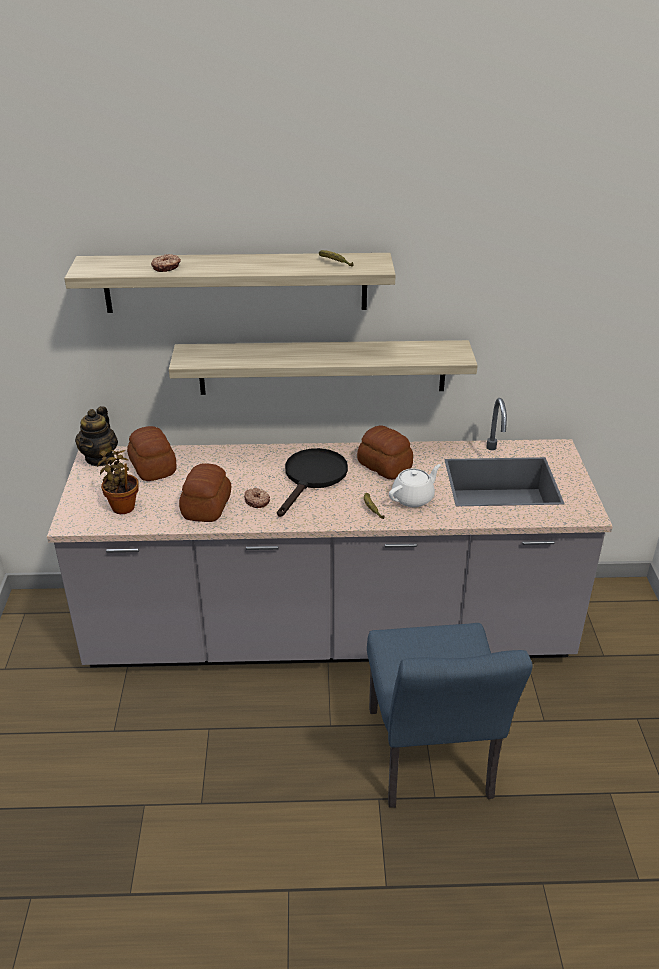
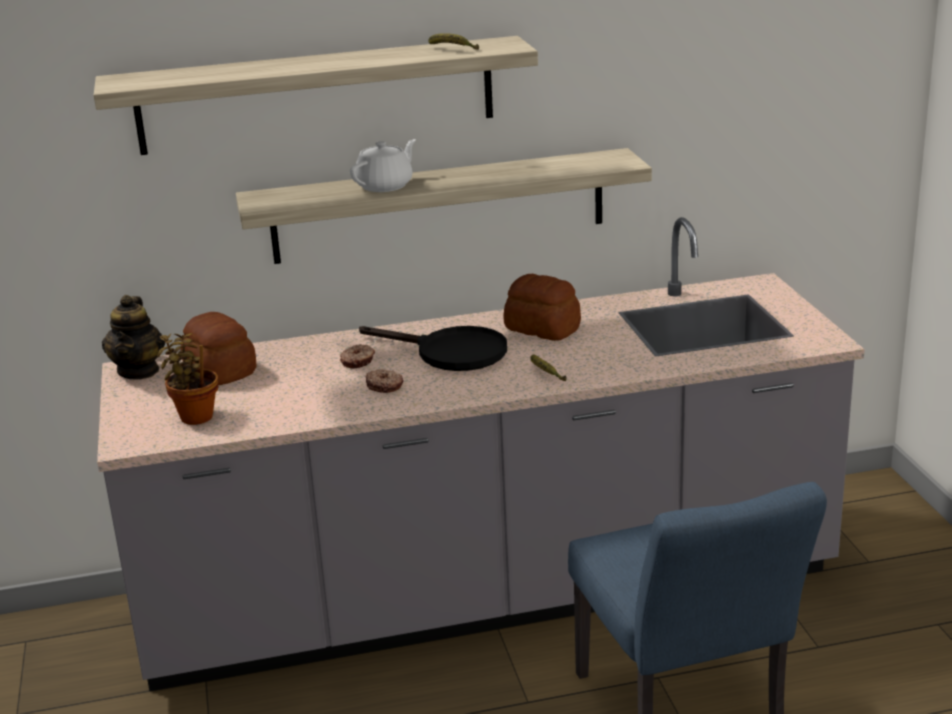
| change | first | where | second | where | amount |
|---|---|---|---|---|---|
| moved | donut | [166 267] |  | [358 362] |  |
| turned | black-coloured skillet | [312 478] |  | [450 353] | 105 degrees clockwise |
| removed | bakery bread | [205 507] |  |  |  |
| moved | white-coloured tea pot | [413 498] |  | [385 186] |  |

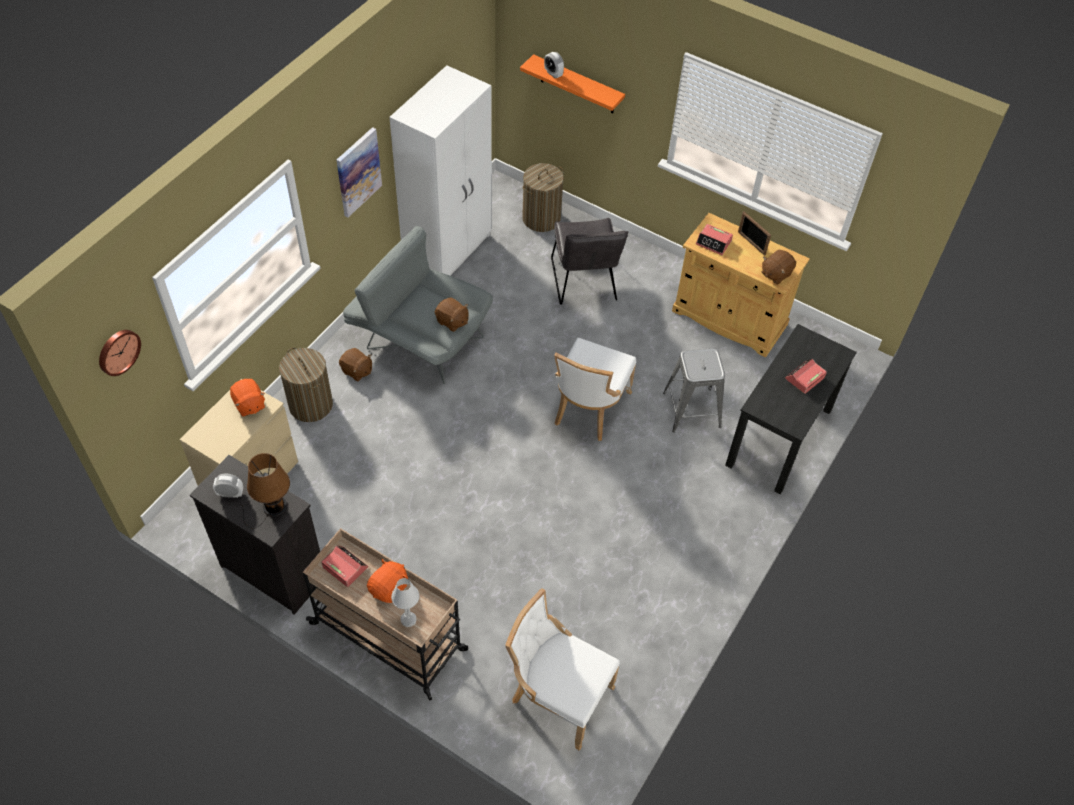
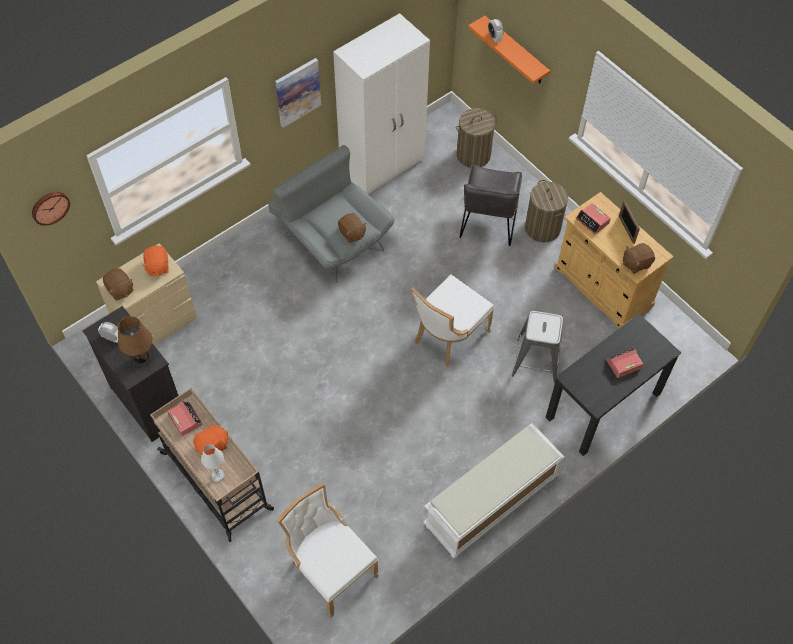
| change | first | where | second | where | amount |
|---|---|---|---|---|---|
| moved | laundry basket | [311 405] |  | [542 228] |  |
| moved | brownish cuddly toy | [357 371] |  | [120 290] |  |
| added |  |  | white-coloured indoor bench | [490 503] |  |

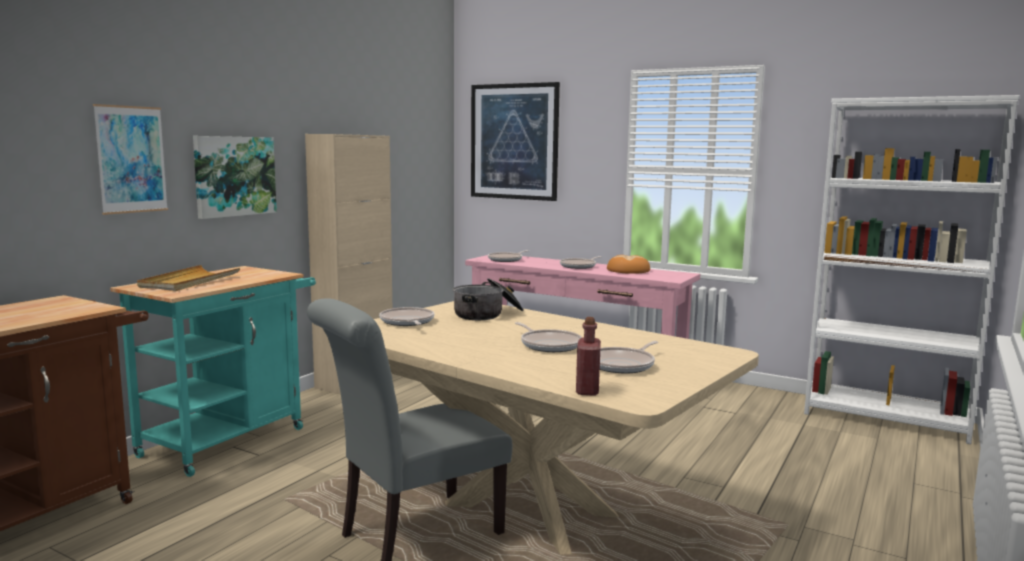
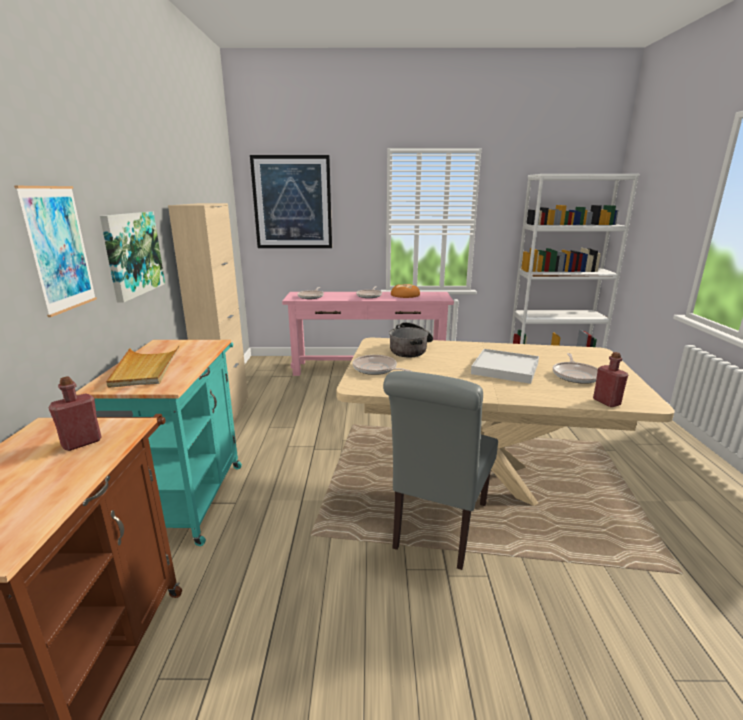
| change | first | where | second | where | amount |
|---|---|---|---|---|---|
| replaced | skillet | [549 345] | white-coloured tray | [505 369] |  |
| added |  |  | red bottle | [82 443] |  |

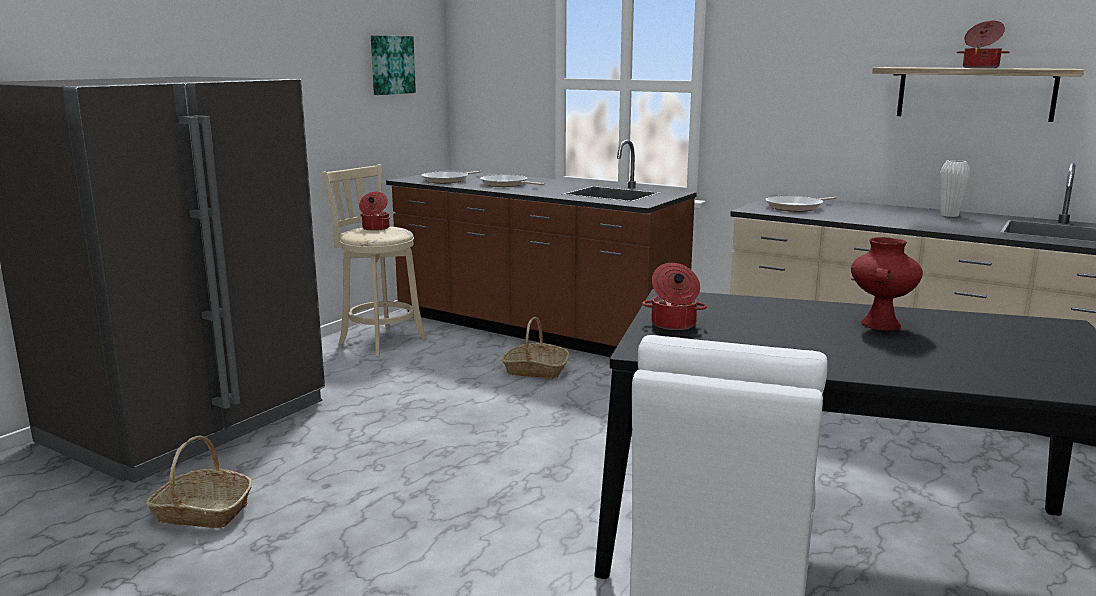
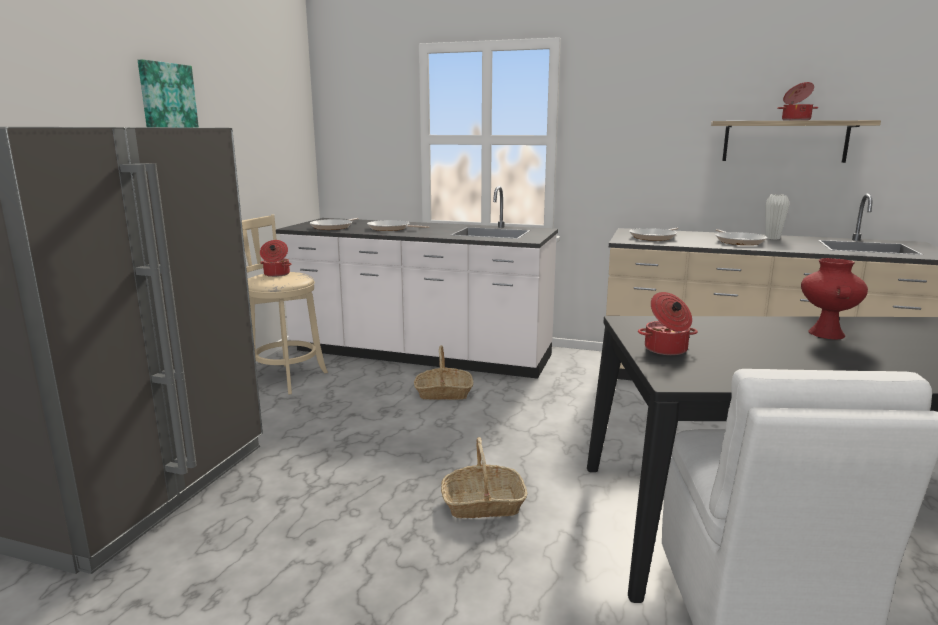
| change | first | where | second | where | amount |
|---|---|---|---|---|---|
| moved | wall picture | [391 65] |  | [167 97] |  |
| recoloured | brownish kitchen counter | [535 330] | white-coloured kitchen counter | [420 355] |  |
| moved | household basket | [202 512] |  | [483 504] |  |
| added |  |  | skillet | [738 241] |  |

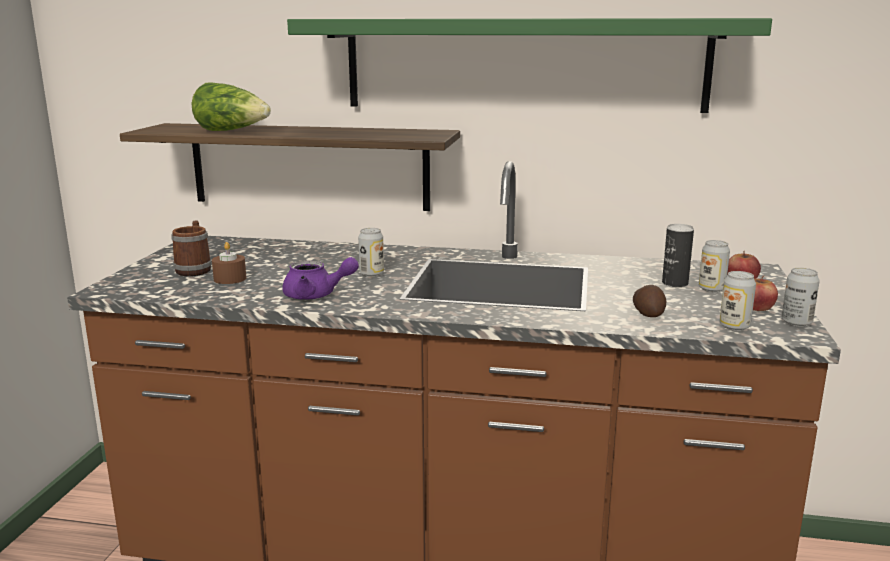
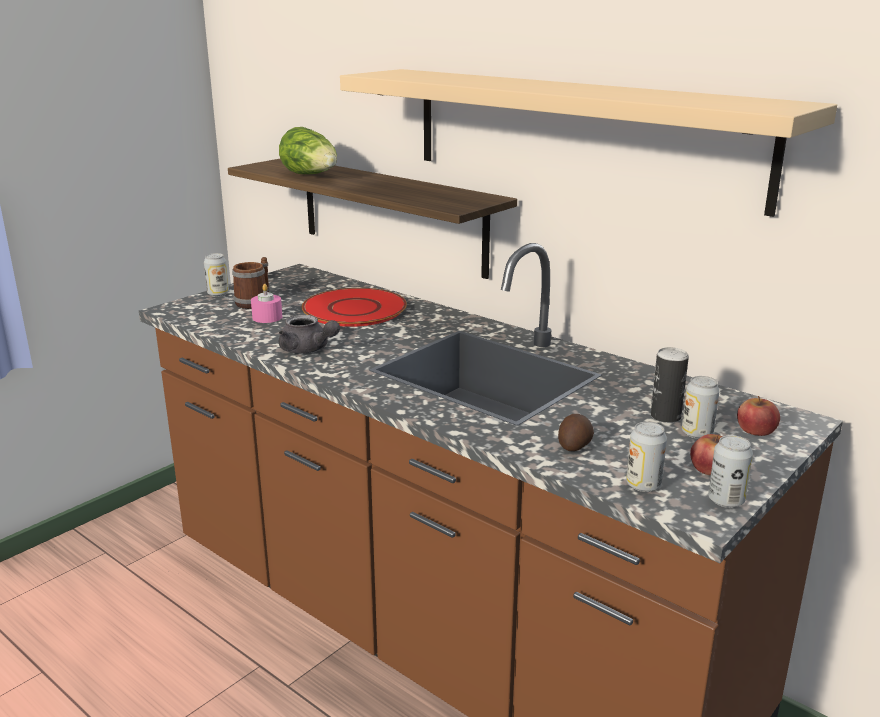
| change | first | where | second | where | amount |
|---|---|---|---|---|---|
| recoloured | greenish wall shelf | [523 64] | beige wall shelf | [579 134] |  |
| moved | can | [371 274] |  | [218 294] |  |
| recoloured | brownish candle | [230 279] | pink-coloured candle | [267 317] |  |
| recoloured | purplish tea pot | [316 295] | grey tea pot | [308 350] |  |
| added |  |  | red flat dish | [355 309] |  |

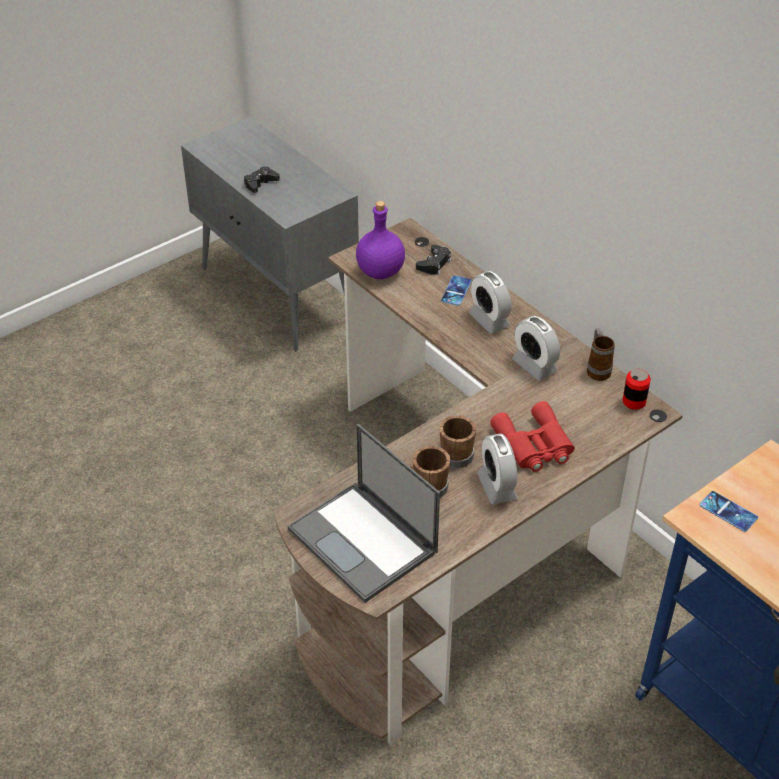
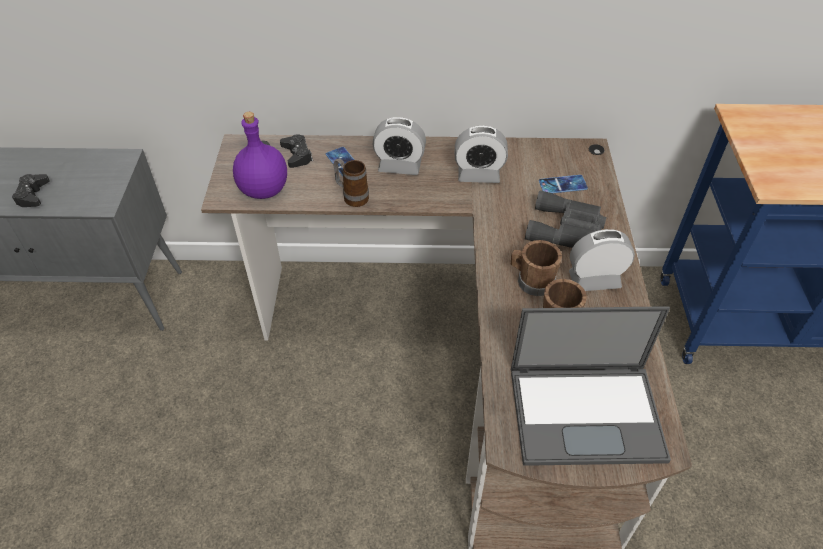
| change | first | where | second | where | amount |
|---|---|---|---|---|---|
| moved | tea mug | [597 369] |  | [352 197] |  |
| removed | can | [634 402] |  |  |  |
| recoloured | red pair of binoculars | [534 445] | grey pair of binoculars | [567 230] |  |
| turned | bedside clock | [497 486] |  | [594 280] | 150 degrees clockwise |
| moved | telephone | [728 511] |  | [562 185] |  |

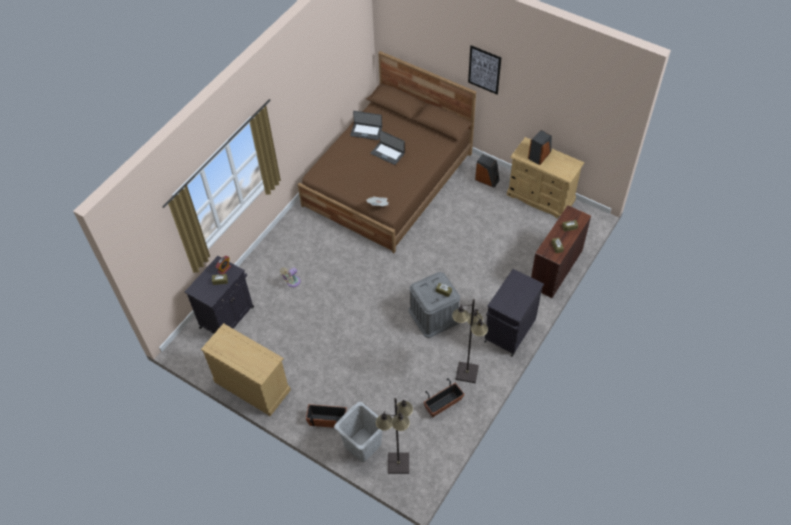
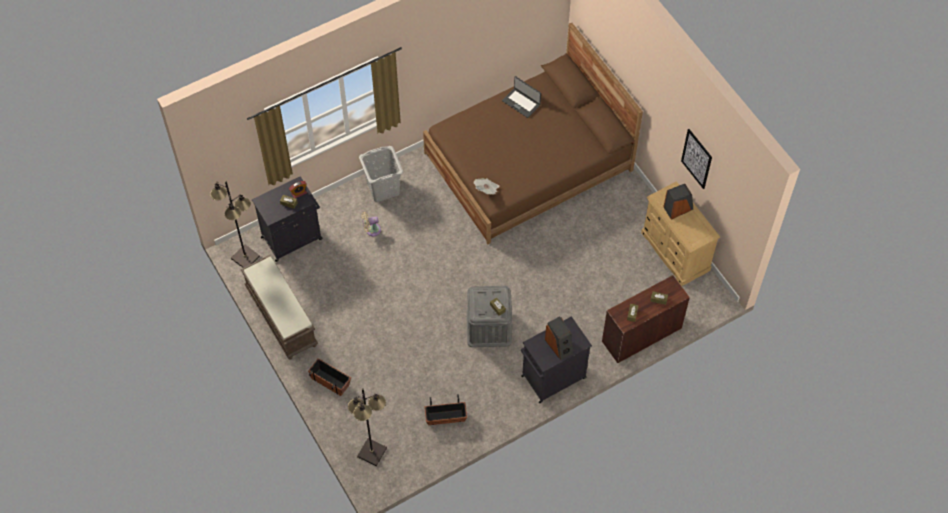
| change | first | where | second | where | amount |
|---|---|---|---|---|---|
| moved | wall picture | [484 69] |  | [696 158] |  |
| removed | notebook computer | [387 153] |  |  |  |
| moved | speaker | [487 179] |  | [559 346] |  |
| moved | black-coloured standing lamp | [466 372] |  | [245 257] |  |
| replaced | beige dresser | [252 385] | brownish indoor bench | [280 316] |  |
| moved | grey laundry basket | [362 444] |  | [383 188] |  |

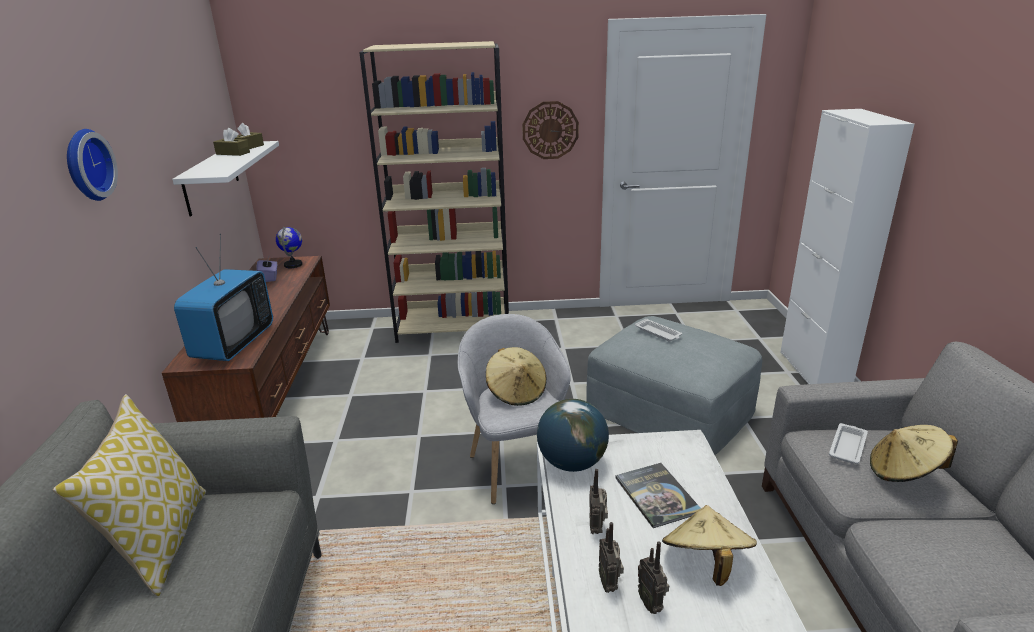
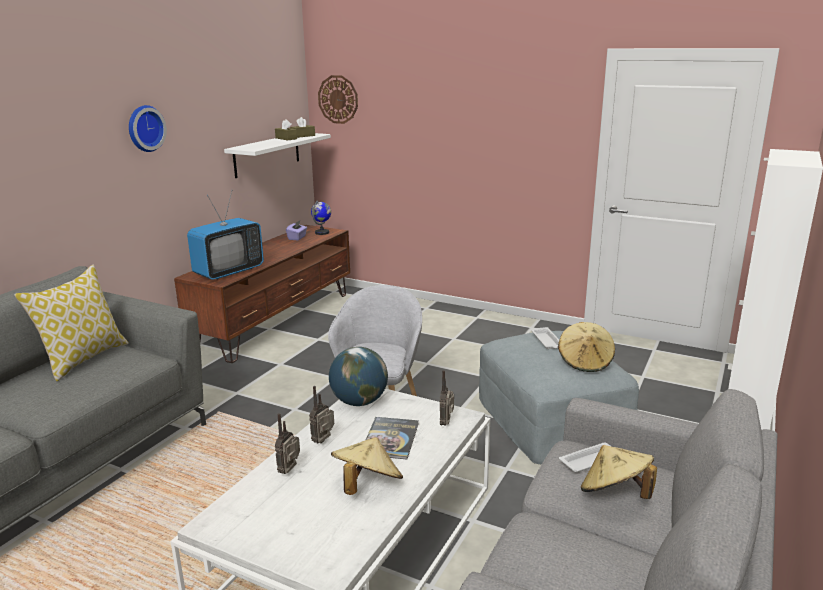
| change | first | where | second | where | amount |
|---|---|---|---|---|---|
| removed | beige shelving unit | [454 326] |  |  |  |
| moved | hanging clock | [550 130] |  | [338 99] |  |
| moved | beige hat | [516 392] |  | [585 362] |  |
| moved | radio | [651 603] |  | [446 423] |  |

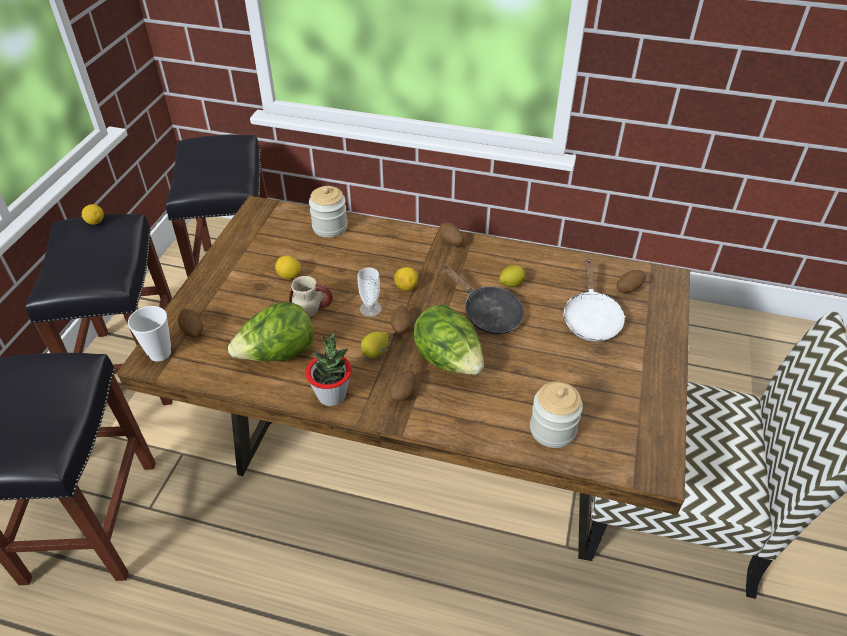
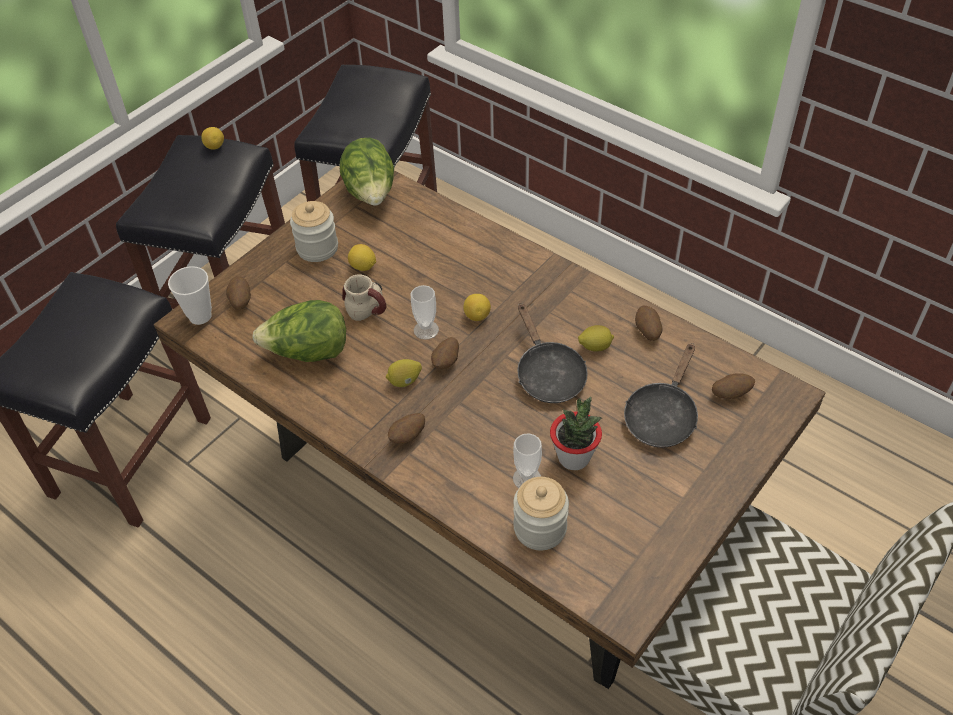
| change | first | where | second | where | amount |
|---|---|---|---|---|---|
| moved | jar | [330 227] |  | [317 248] |  |
| moved | whole potato | [451 242] |  | [647 331] |  |
| recoloured | white-coloured skillet | [590 318] | black-coloured skillet | [662 416] |  |
| moved | head of lettuce | [449 361] |  | [371 194] |  |
| moved | houseplant | [332 395] |  | [574 458] |  |
| added |  |  | small cup | [527 478] |  |

